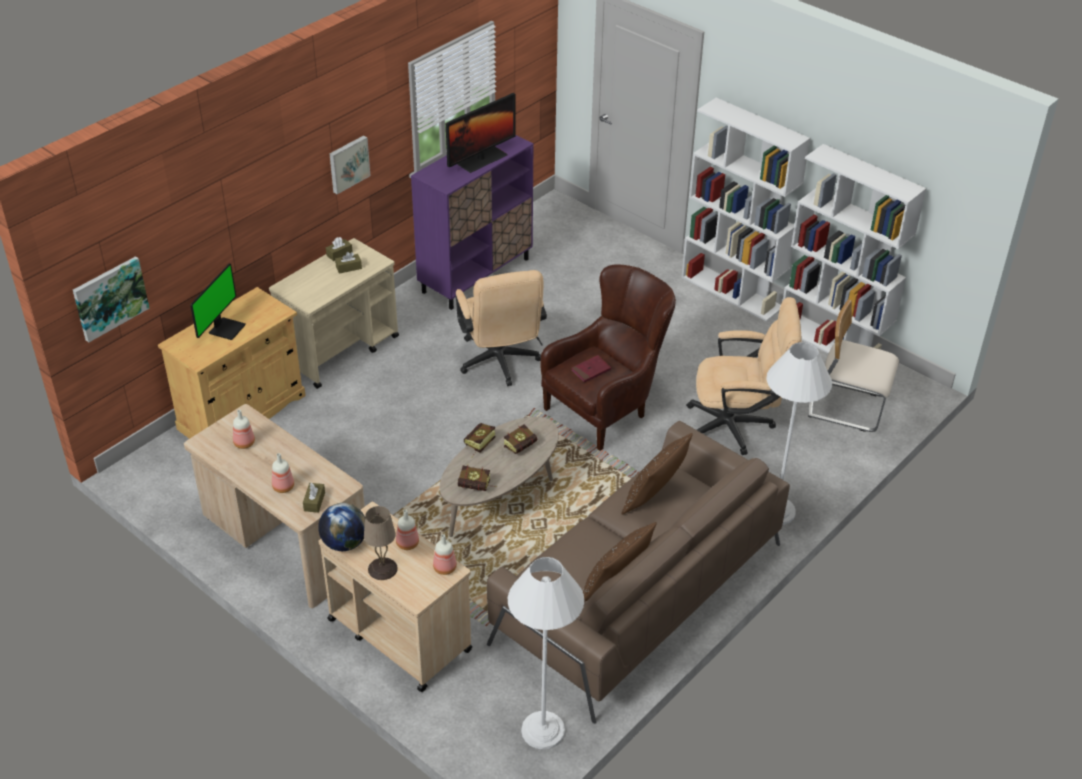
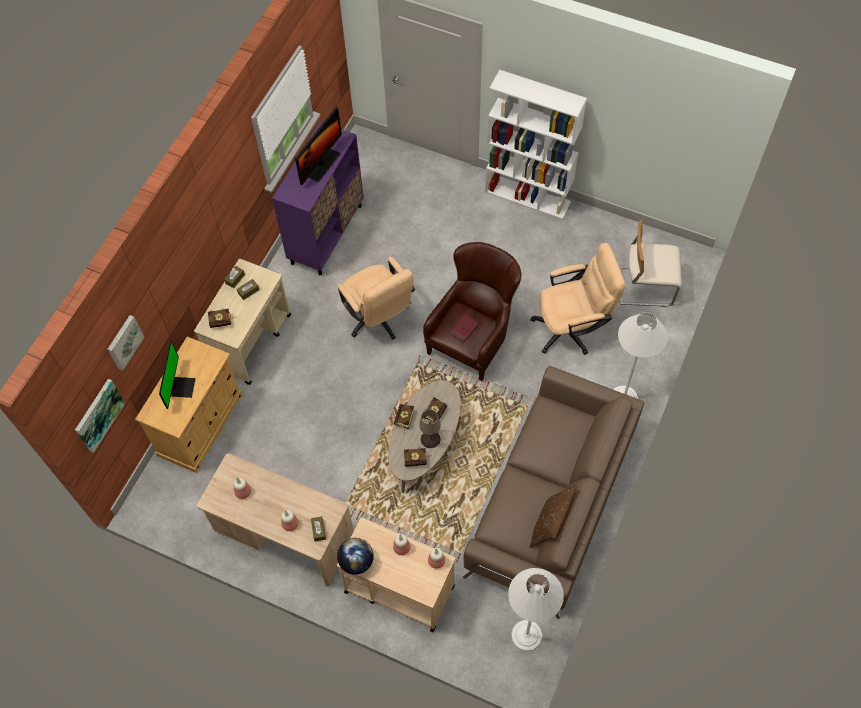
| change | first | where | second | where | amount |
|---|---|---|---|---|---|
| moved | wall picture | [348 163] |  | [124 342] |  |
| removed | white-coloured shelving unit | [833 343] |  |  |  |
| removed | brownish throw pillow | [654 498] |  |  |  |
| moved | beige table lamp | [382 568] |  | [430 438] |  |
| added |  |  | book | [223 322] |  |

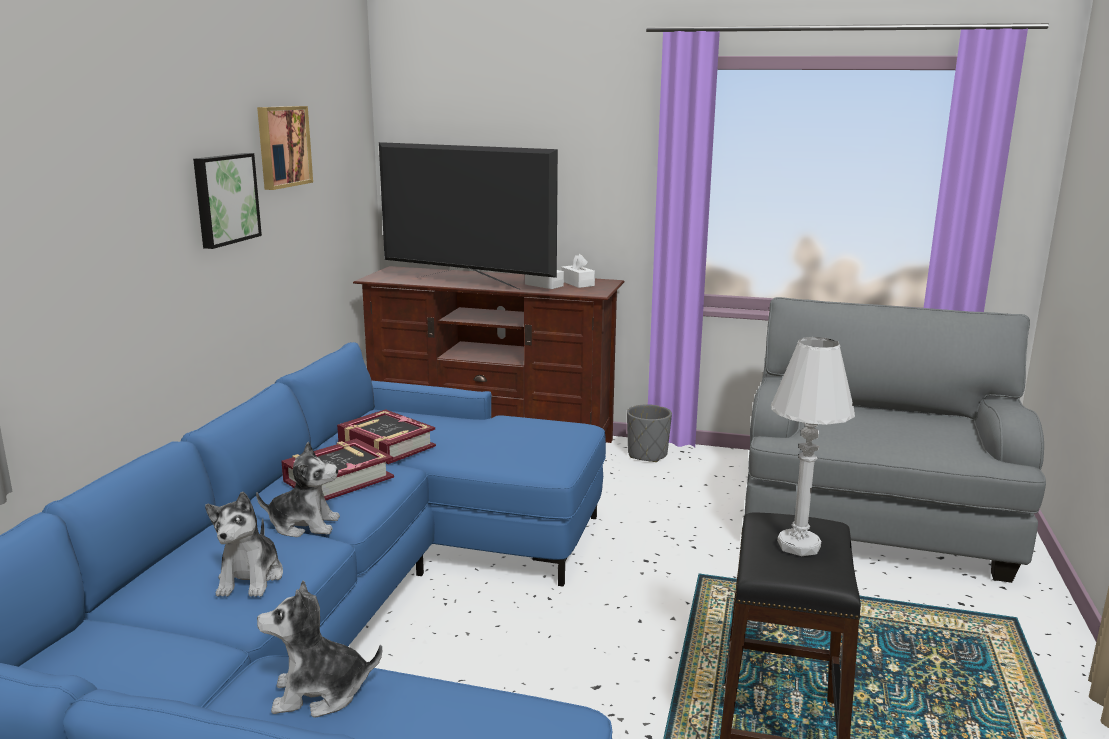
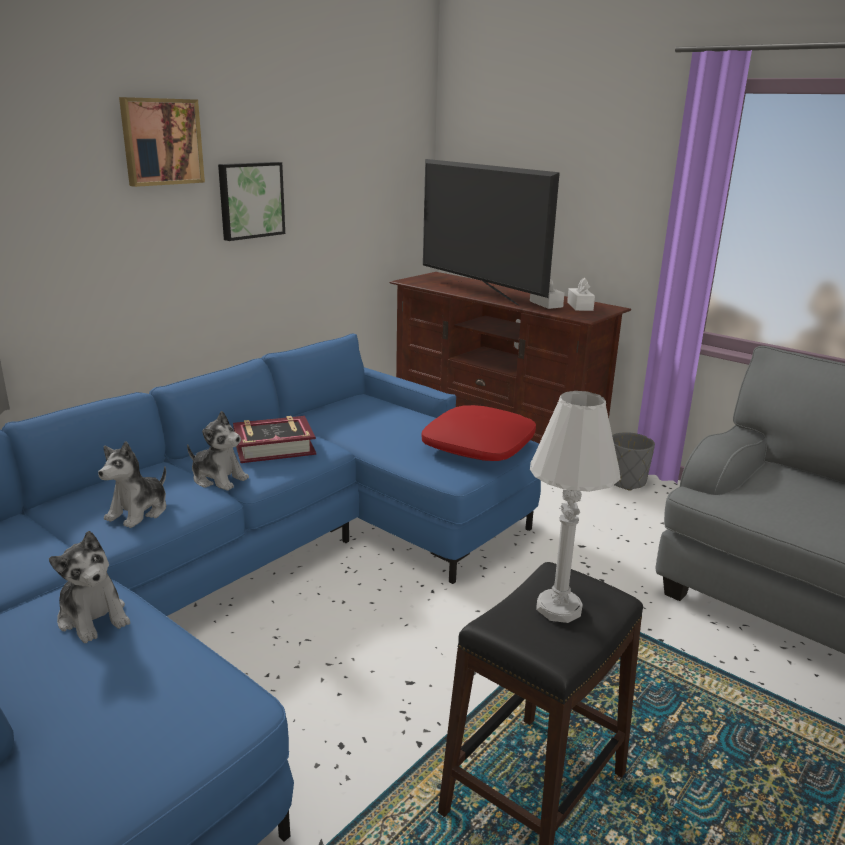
| change | first | where | second | where | amount |
|---|---|---|---|---|---|
| moved | wall picture | [282 146] |  | [161 141] |  |
| removed | book | [386 445] |  |  |  |
| turned | cuddly toy | [319 693] |  | [93 617] | 150 degrees counterclockwise |
| added |  |  | red throw pillow | [478 446] |  |

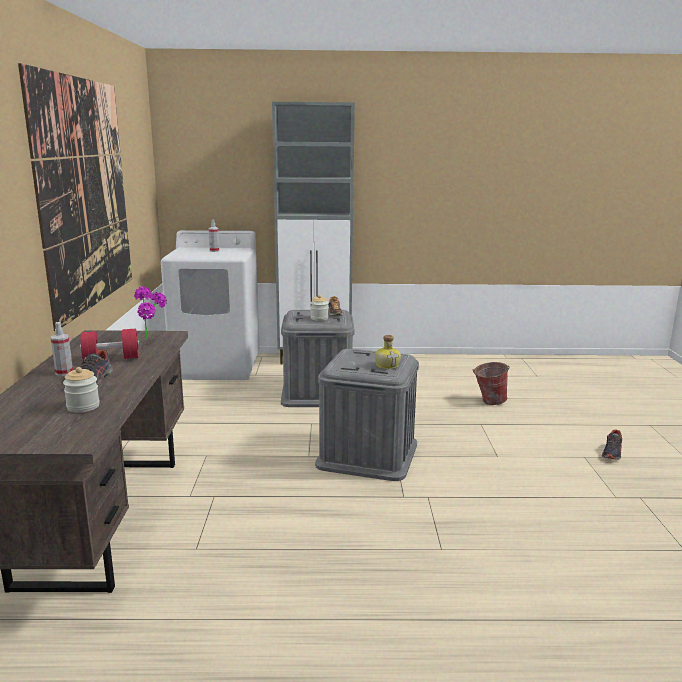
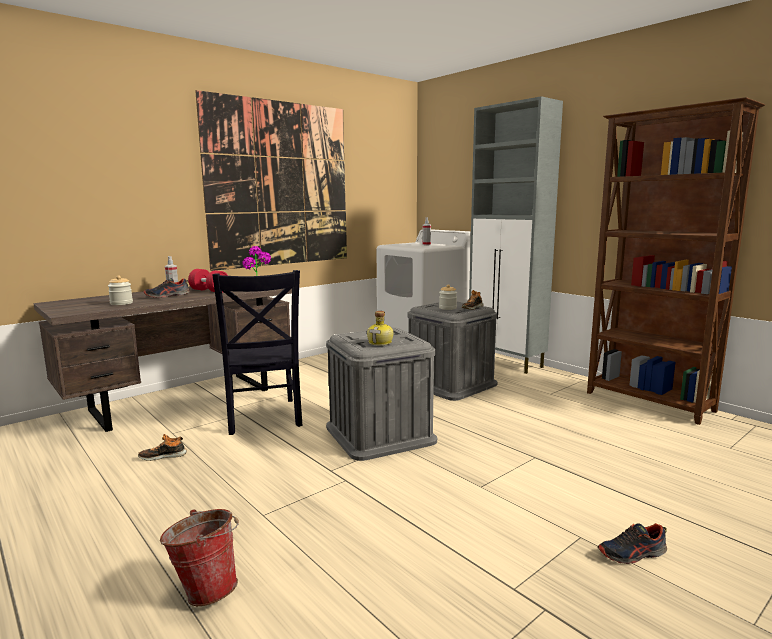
| change | first | where | second | where | amount |
|---|---|---|---|---|---|
| moved | pail | [488 402] |  | [206 588] |  |
| added |  |  | brownish shelving unit | [649 402] |  |
| added |  |  | black-coloured upright chair | [263 417] |  |
| added |  |  | low shoe | [163 456] |  |

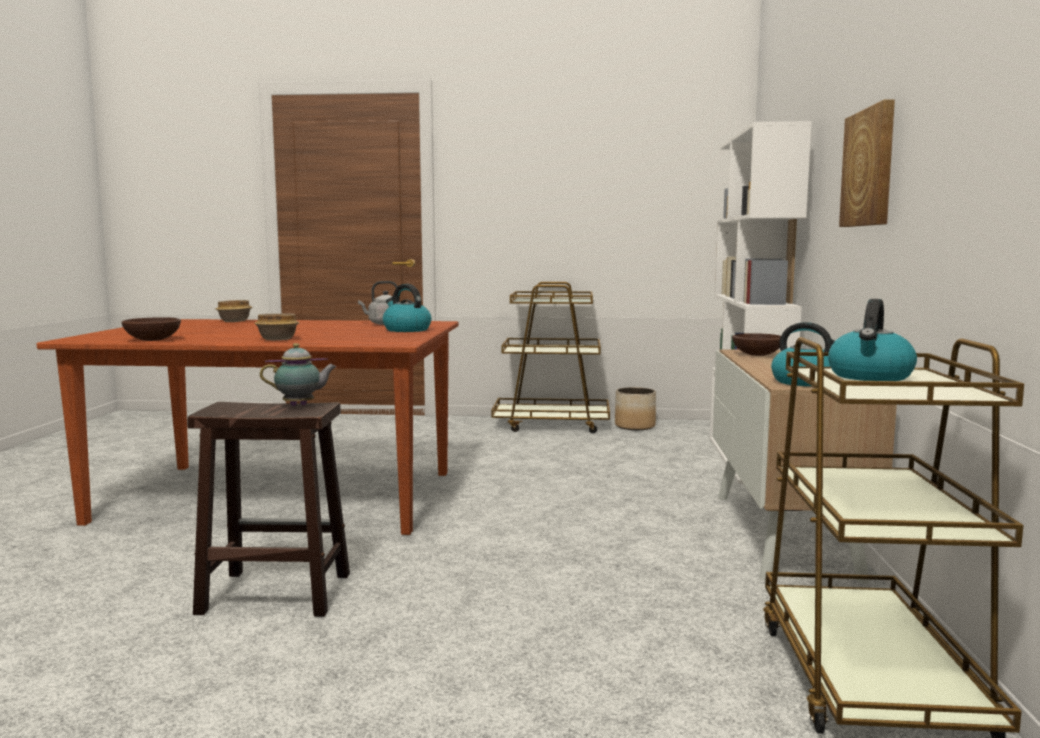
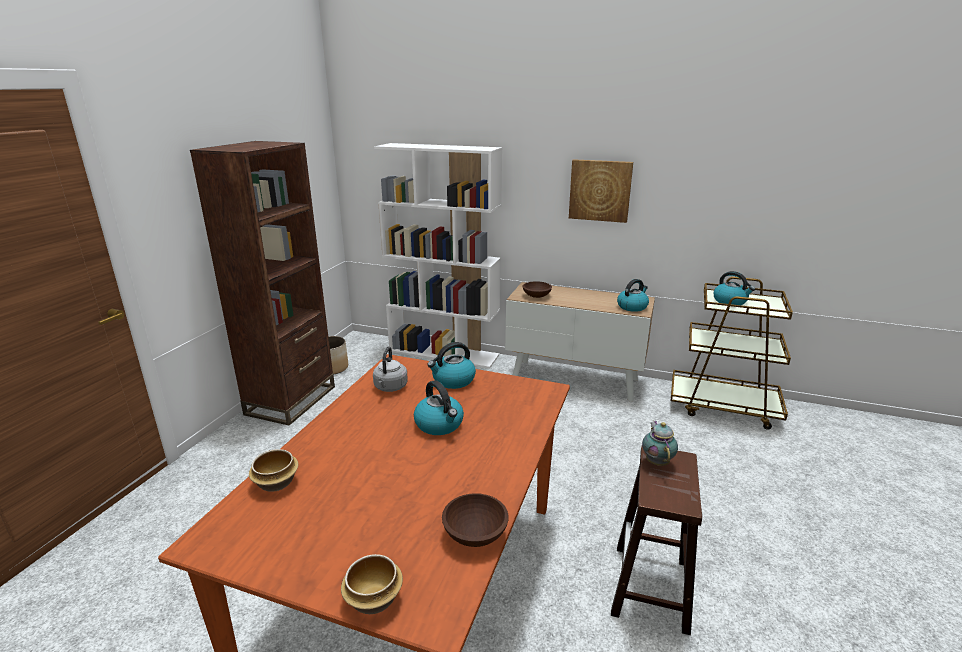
| change | first | where | second | where | amount |
|---|---|---|---|---|---|
| replaced | brownish cart | [552 425] | brownish shelving unit | [291 400] |  |
| moved | deep dish | [276 339] |  | [374 600] |  |
| added |  |  | kettle | [440 424] |  |

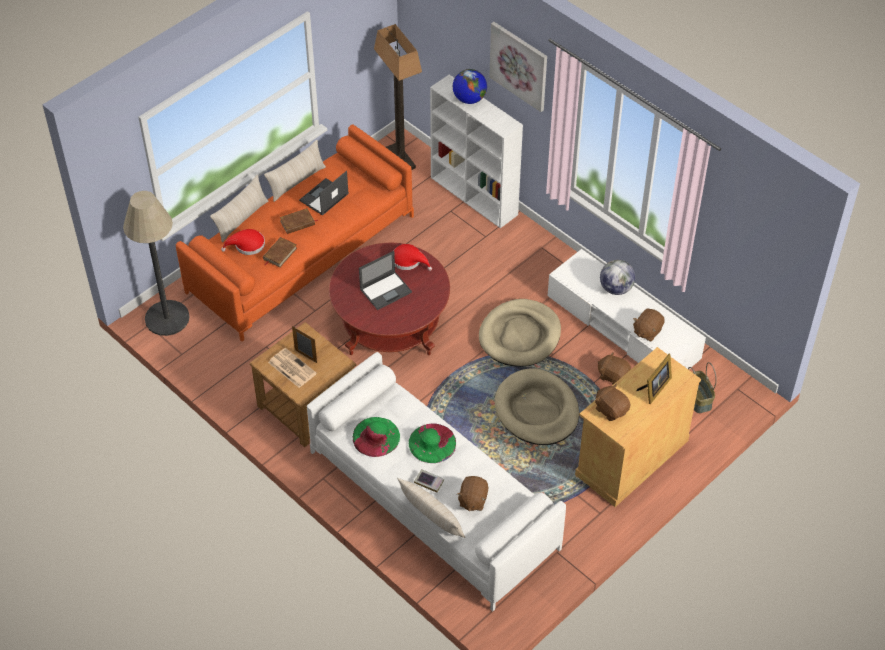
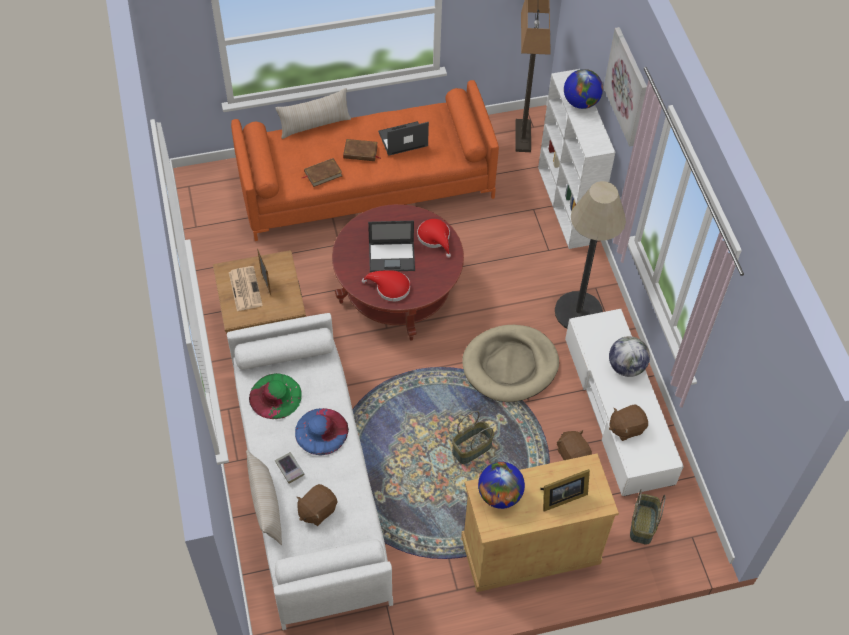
| change | first | where | second | where | amount |
|---|---|---|---|---|---|
| removed | beige throw pillow | [296 181] |  |  |  |
| moved | standing lamp | [167 318] |  | [578 312] |  |
| moved | red hat | [247 245] |  | [390 288] |  |
| replaced | beige dog bed | [536 410] | household basket | [472 449] |  |
| replaced | brownish cuddly toy | [611 409] | globe | [499 495] |  |
| recoloured | greenish hat | [432 443] | bluish hat | [321 431] |  |

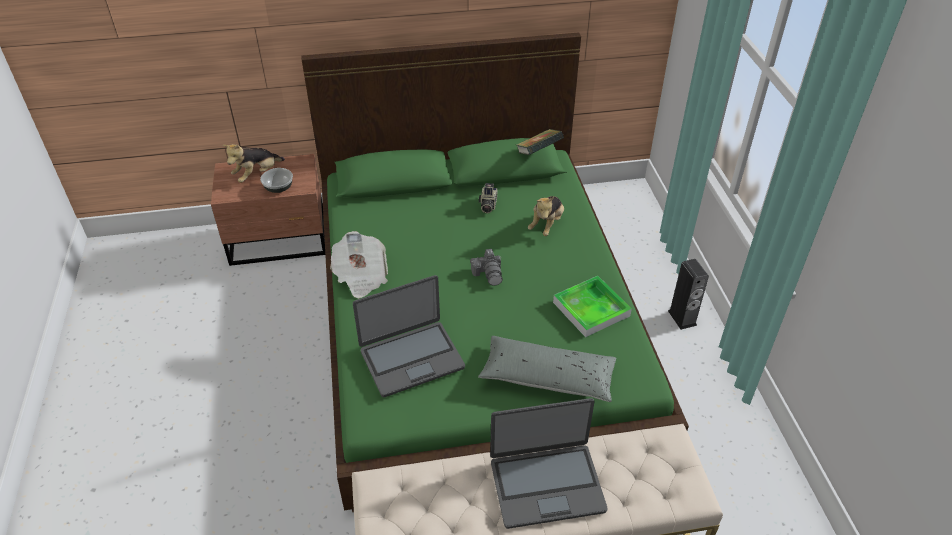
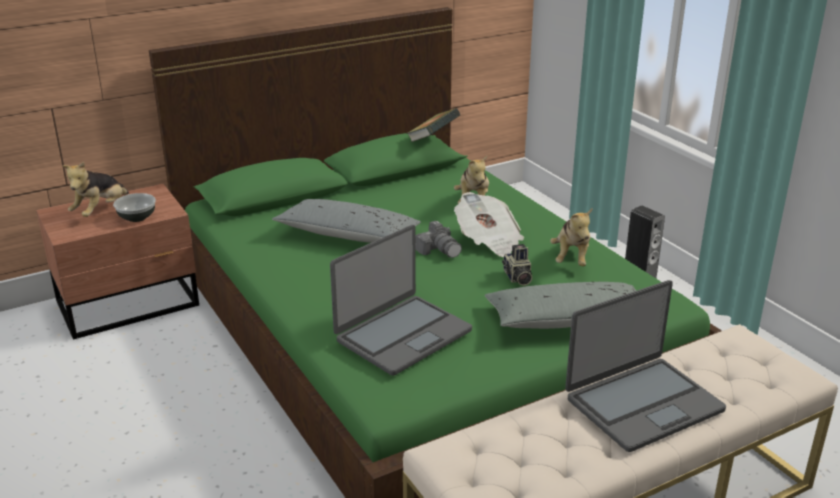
| change | first | where | second | where | amount |
|---|---|---|---|---|---|
| moved | photo camera | [487 205] |  | [517 278] |  |
| moved | daily paper | [361 276] |  | [488 241] |  |
| replaced | tray | [591 309] | cuddly toy | [571 258] |  |
| added |  |  | grey throw pillow | [348 235] |  |

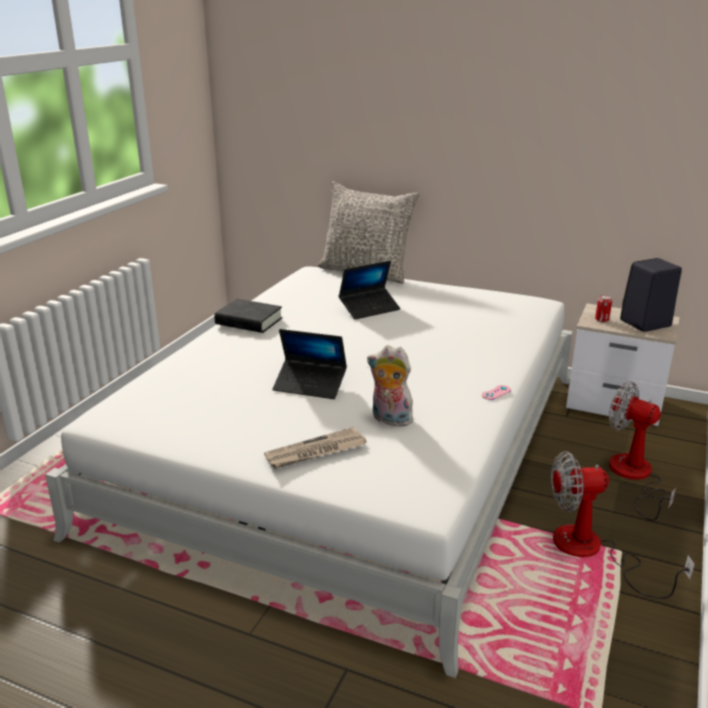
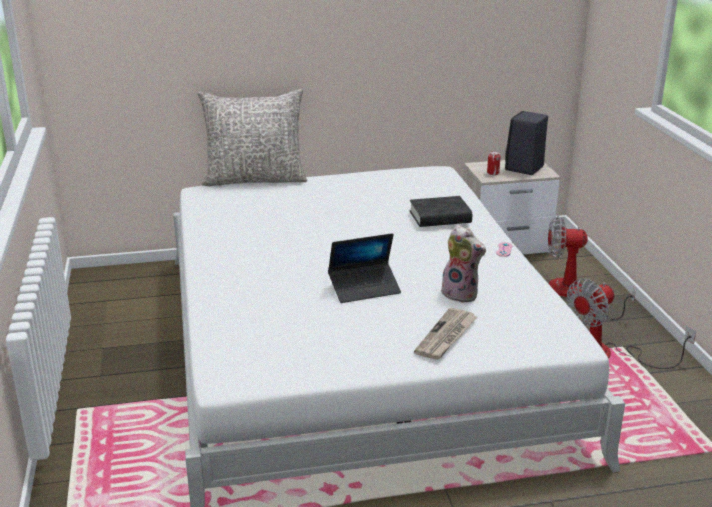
| change | first | where | second | where | amount |
|---|---|---|---|---|---|
| removed | notebook computer | [369 308] |  |  |  |
| moved | black-coloured book | [249 321] |  | [440 217] |  |
| turned | cuddly toy | [389 419] |  | [461 294] | 135 degrees counterclockwise |

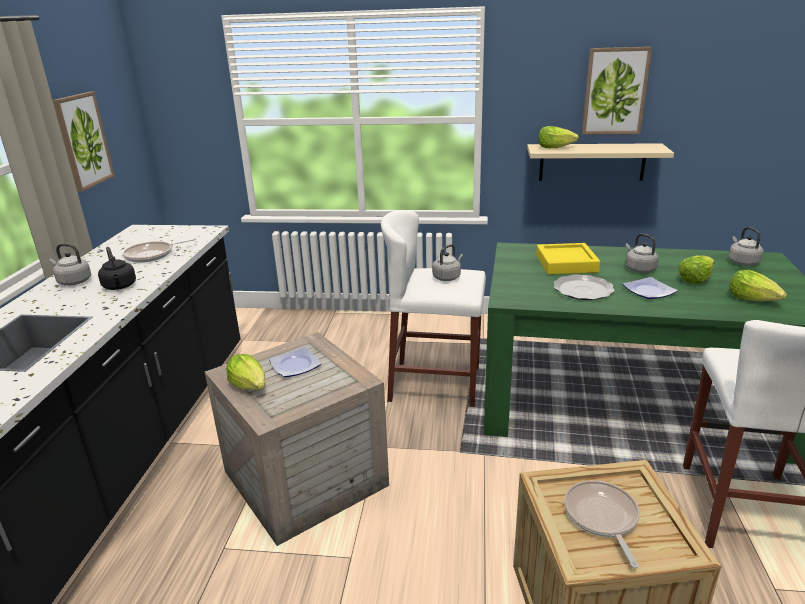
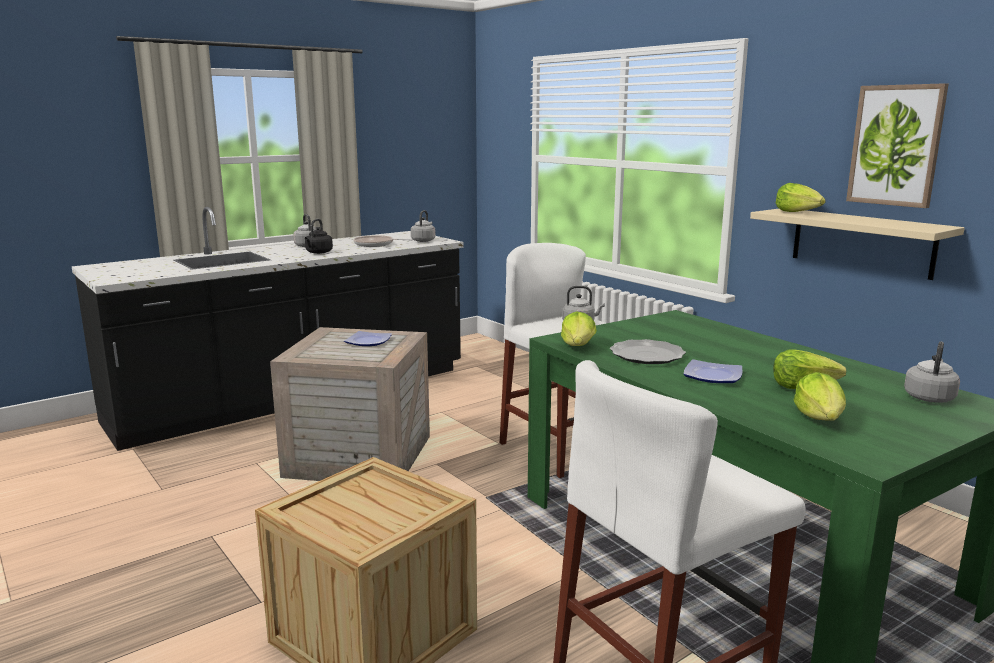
| change | first | where | second | where | amount |
|---|---|---|---|---|---|
| removed | wall picture | [83 140] |  |  |  |
| moved | grey kettle | [639 269] |  | [423 240] |  |
| removed | yellow tray | [566 264] |  |  |  |
| moved | head of lettuce | [250 386] |  | [578 346] |  |
| removed | skillet | [602 518] |  |  |  |

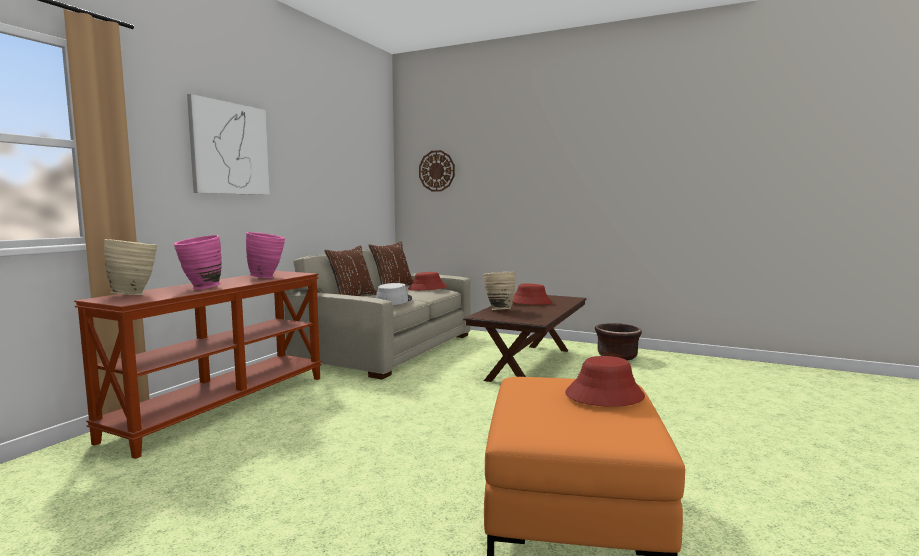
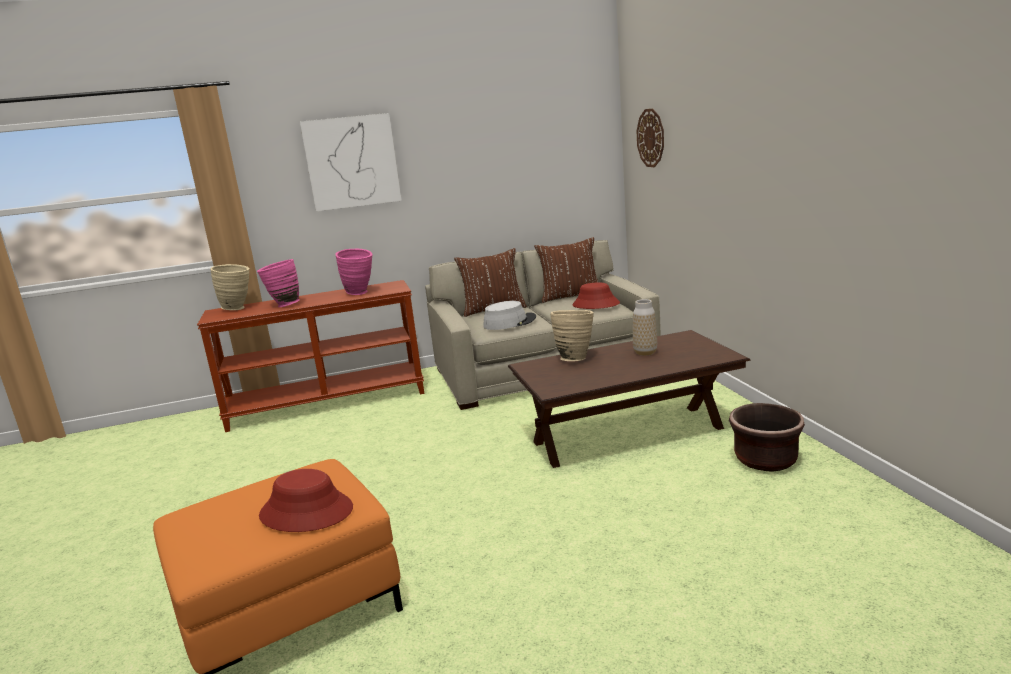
| change | first | where | second | where | amount |
|---|---|---|---|---|---|
| replaced | red hat | [530 302] | flower vase | [645 352] |  |

